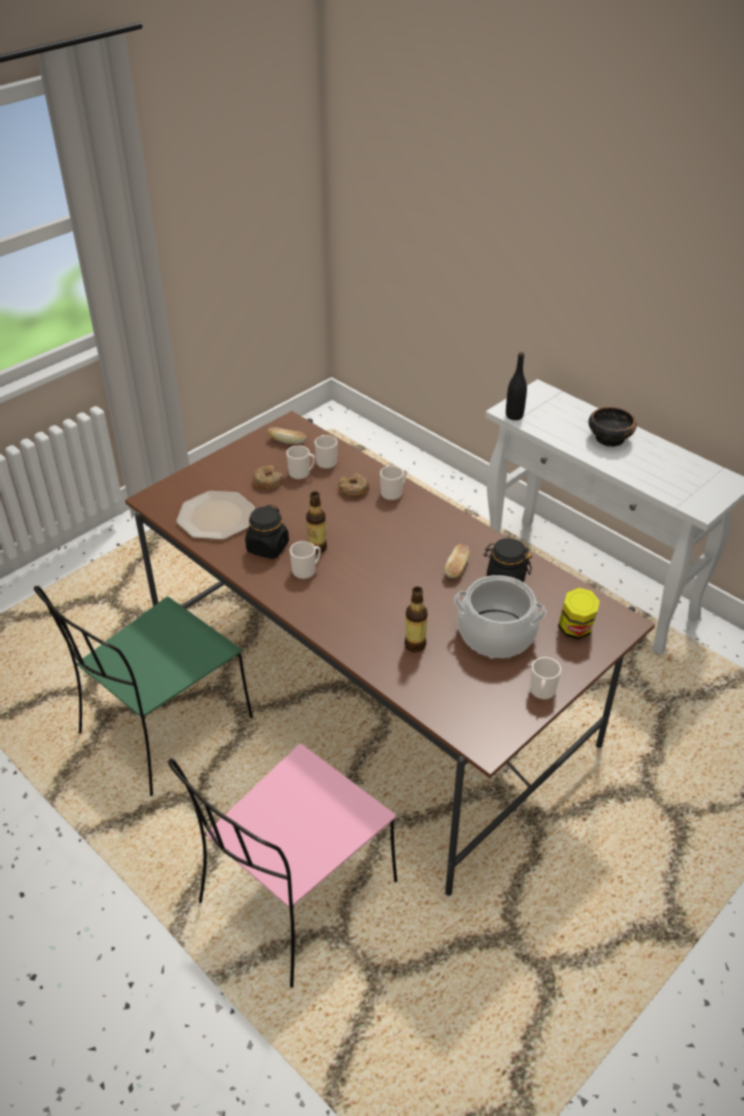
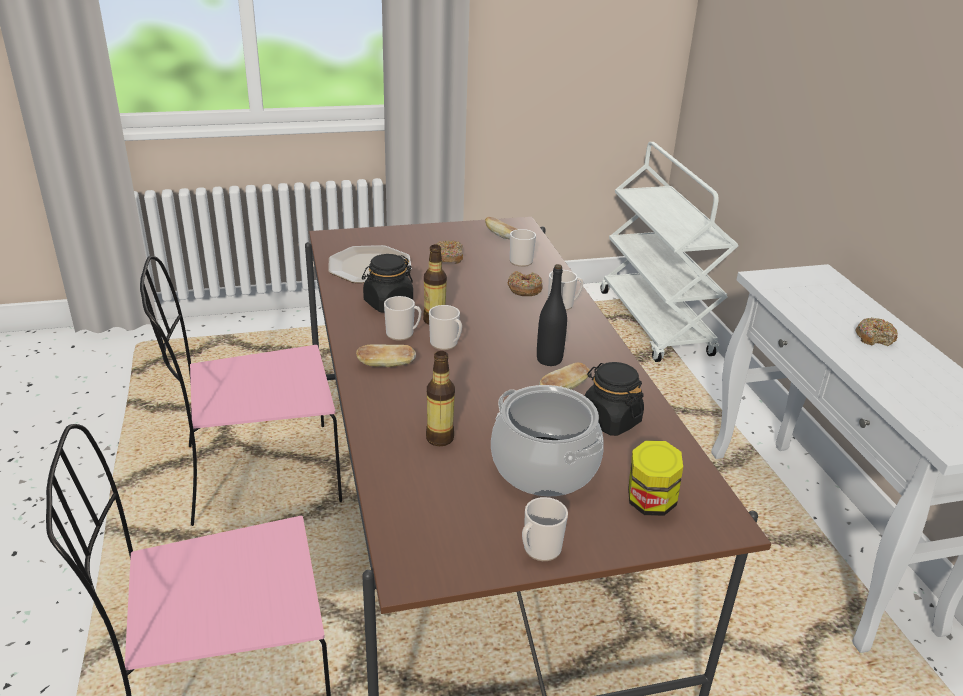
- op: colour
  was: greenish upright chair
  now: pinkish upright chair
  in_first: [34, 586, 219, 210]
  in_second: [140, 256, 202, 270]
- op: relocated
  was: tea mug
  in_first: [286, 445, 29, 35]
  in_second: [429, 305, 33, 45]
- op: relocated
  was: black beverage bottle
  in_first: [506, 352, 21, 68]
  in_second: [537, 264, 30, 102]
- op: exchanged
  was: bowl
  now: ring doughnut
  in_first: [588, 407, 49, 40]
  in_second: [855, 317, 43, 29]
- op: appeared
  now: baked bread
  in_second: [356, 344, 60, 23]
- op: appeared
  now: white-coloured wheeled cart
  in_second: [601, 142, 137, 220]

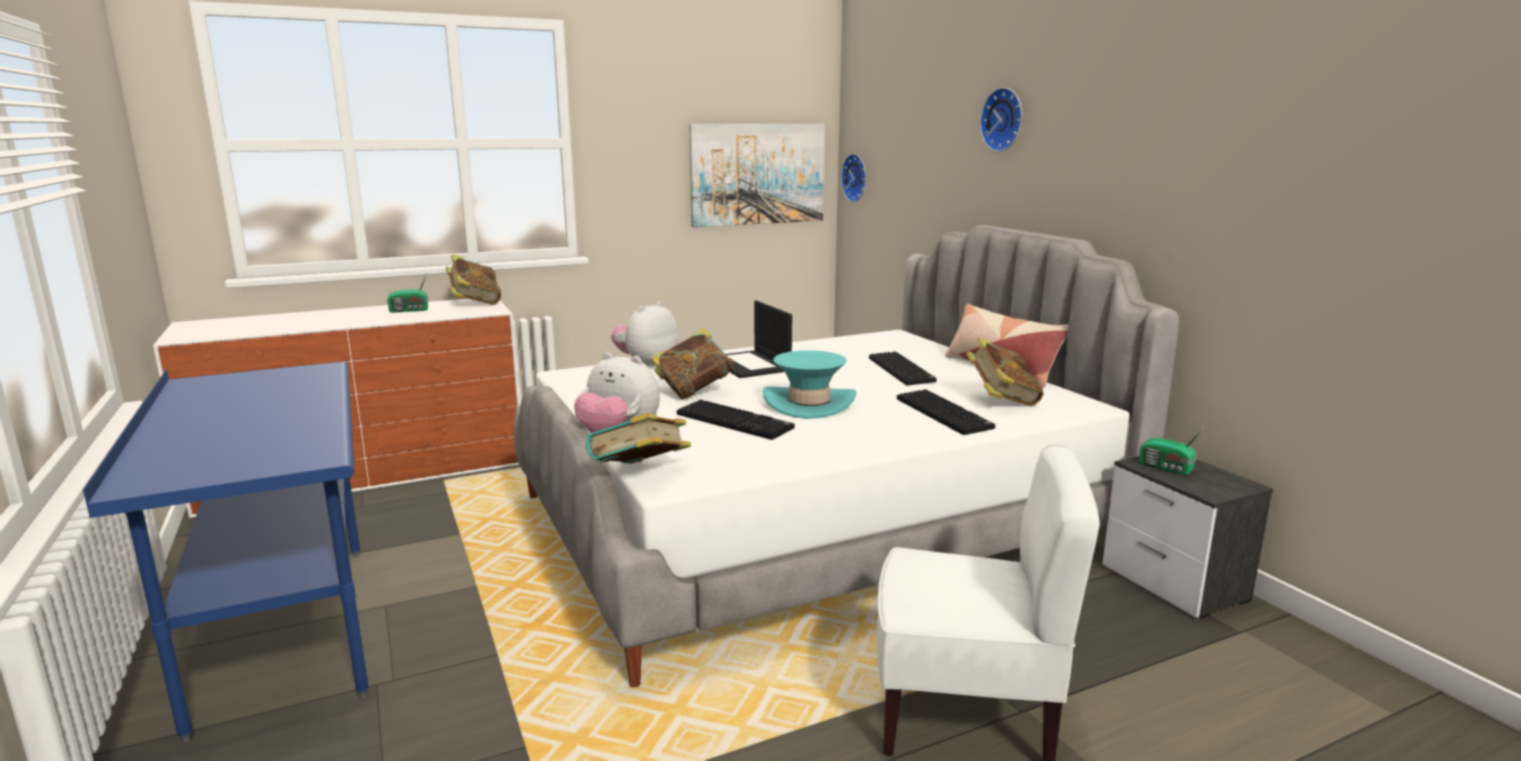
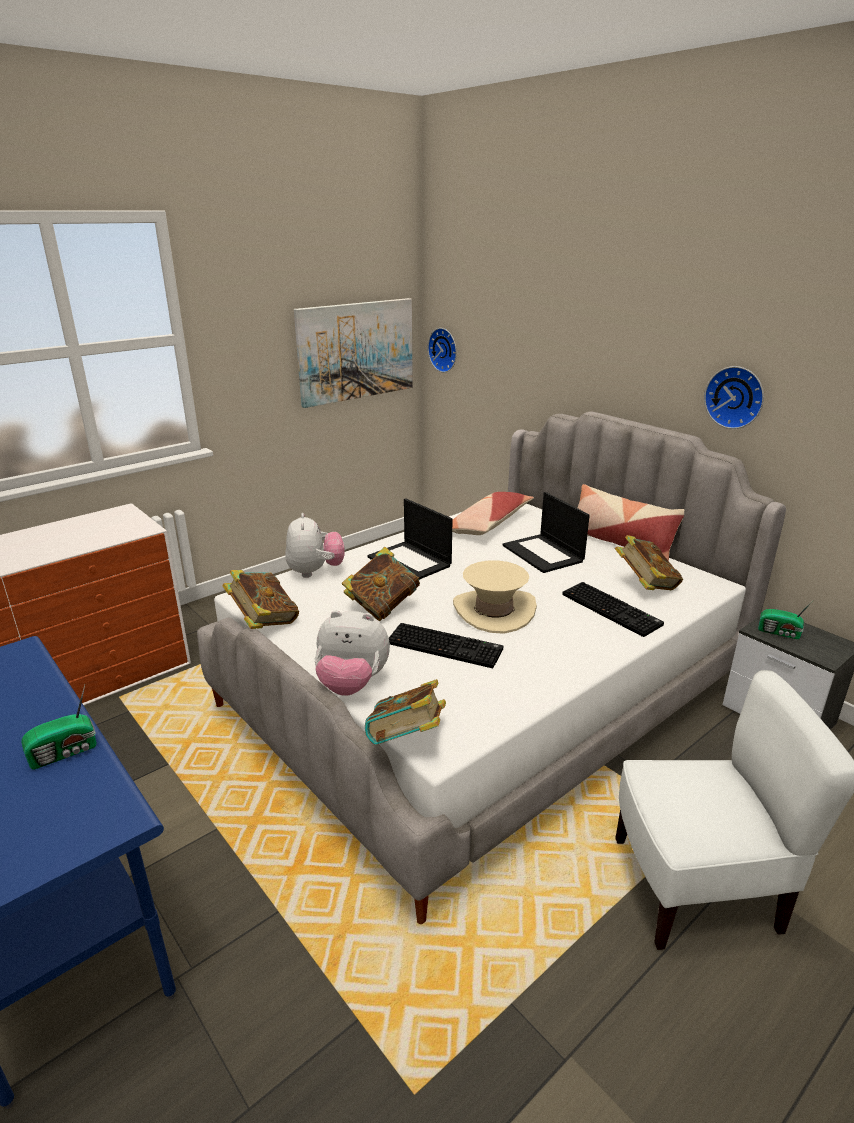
- op: relocated
  was: radio set
  in_first: [387, 274, 41, 39]
  in_second: [21, 685, 76, 85]
- op: relocated
  was: book
  in_first: [446, 254, 55, 51]
  in_second: [222, 570, 77, 59]
- op: spun
  was: plush toy
  in_first: [611, 301, 67, 67]
  in_second: [285, 513, 59, 65]
  clockwise: 150
- op: colour
  was: blue-green hat
  now: beige-coloured hat
  in_first: [763, 350, 93, 69]
  in_second: [453, 560, 84, 74]
- op: exchanged
  was: PC keyboard
  now: notebook computer
  in_first: [869, 351, 68, 34]
  in_second: [503, 492, 87, 81]
- op: relocated
  was: wall clock
  in_first: [980, 87, 42, 65]
  in_second: [704, 366, 60, 63]
- op: appeared
  now: throw pillow
  in_second: [452, 492, 82, 43]

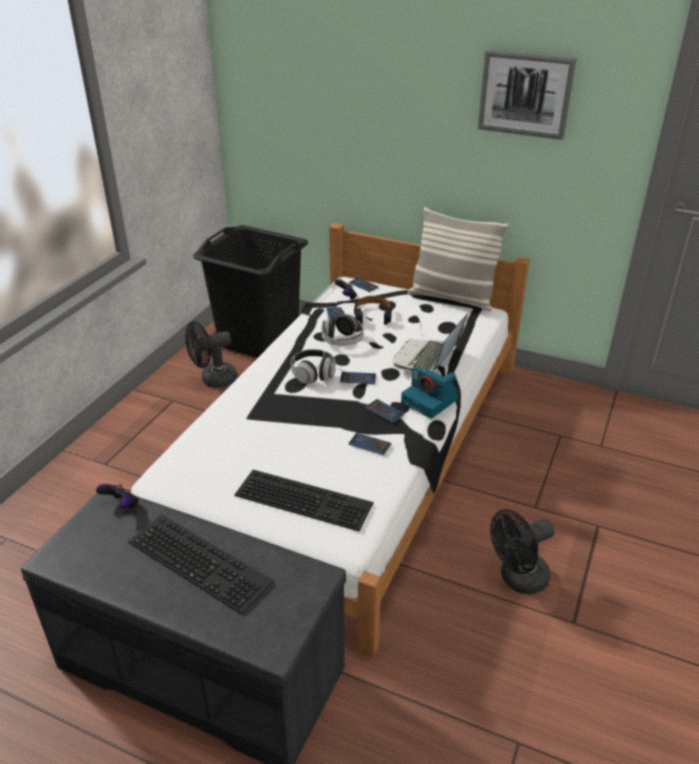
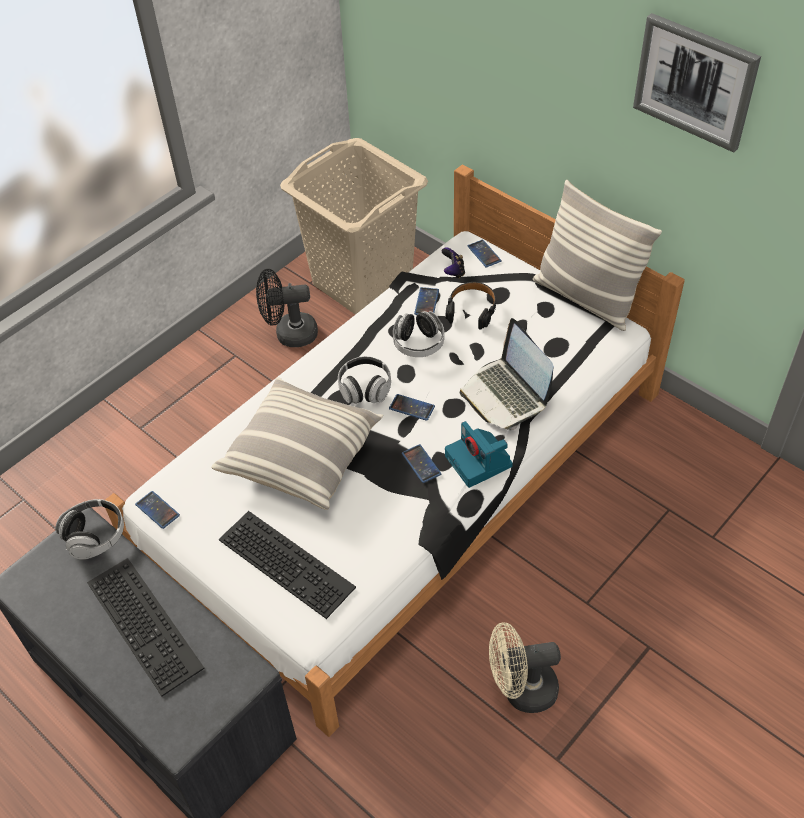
- op: exchanged
  was: gamepad
  now: pair of headphones
  in_first: [96, 484, 43, 25]
  in_second: [56, 499, 68, 61]
- op: colour
  was: black washing basket
  now: beige-coloured washing basket
  in_first: [193, 225, 115, 133]
  in_second: [280, 138, 148, 177]
- op: relocated
  was: telephone
  in_first: [348, 433, 43, 22]
  in_second: [135, 491, 45, 38]
- op: spun
  was: notebook computer
  in_first: [393, 311, 76, 61]
  in_second: [459, 318, 94, 112]
  clockwise: -75
- op: colour
  was: black cooling fan
  now: beige-coloured cooling fan
  in_first: [490, 509, 65, 85]
  in_second: [489, 623, 72, 90]
- op: appeared
  now: throw pillow
  in_second: [211, 377, 172, 133]

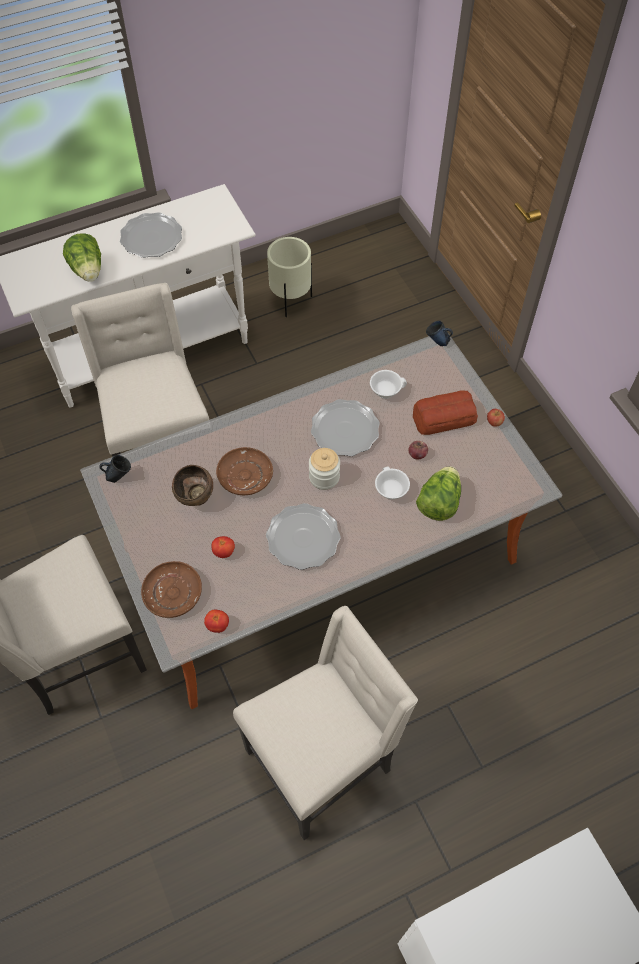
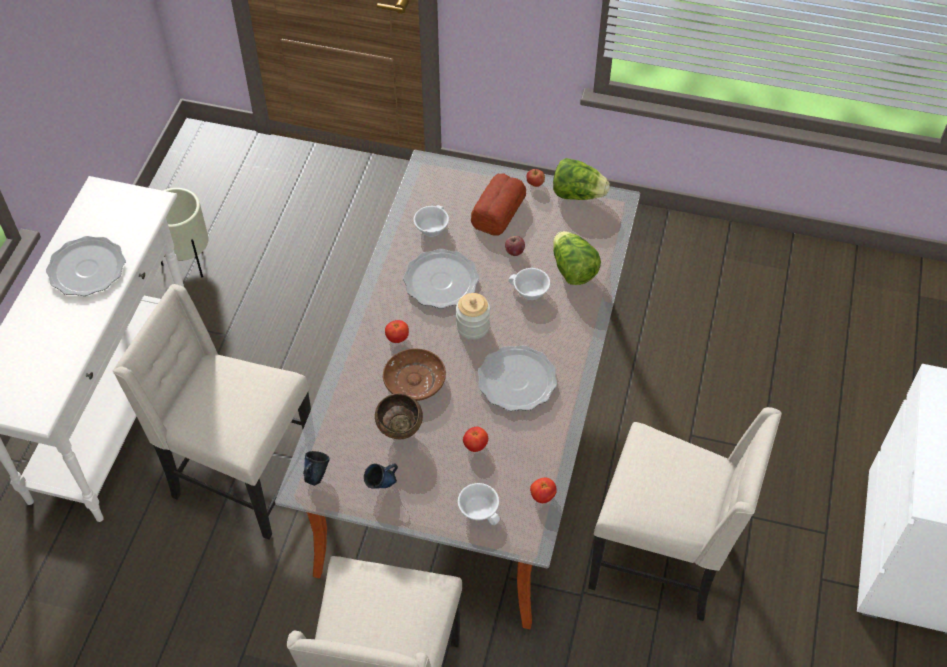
- op: relocated
  was: lettuce
  in_first: [63, 233, 38, 49]
  in_second: [553, 158, 57, 42]
- op: exchanged
  was: brown-coloured flat dish
  now: white-coloured small cup
  in_first: [141, 561, 61, 57]
  in_second: [458, 483, 42, 42]
- op: spun
  was: beige-coloured upright chair
  in_first: [233, 606, 185, 234]
  in_second: [588, 407, 194, 214]
  clockwise: 105
- op: relocated
  was: bluish tea mug
  in_first: [426, 321, 27, 25]
  in_second: [364, 464, 34, 25]
- op: appeared
  now: tomato
  in_second: [385, 320, 24, 23]

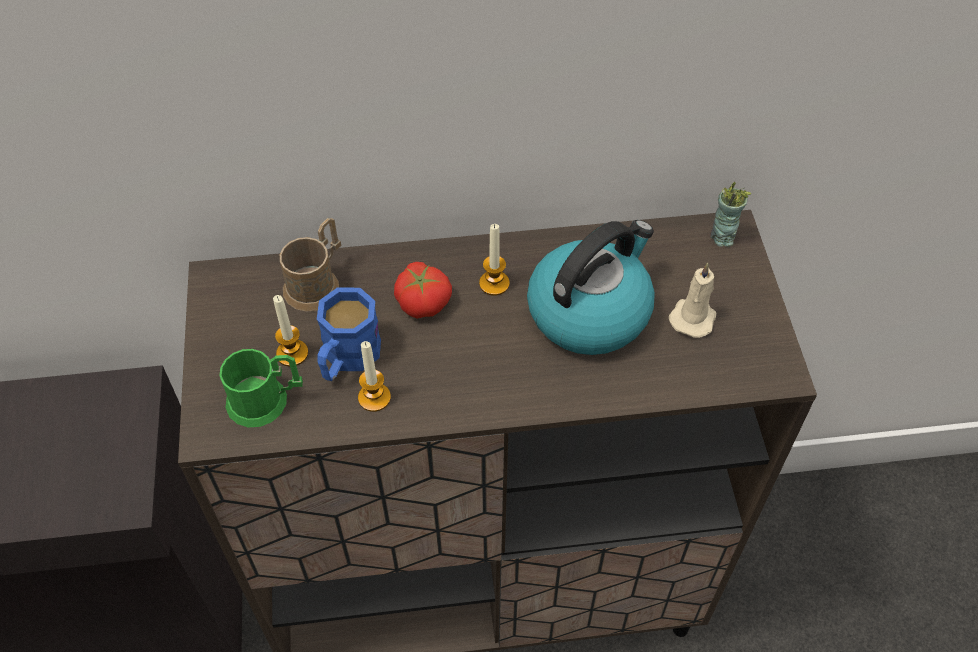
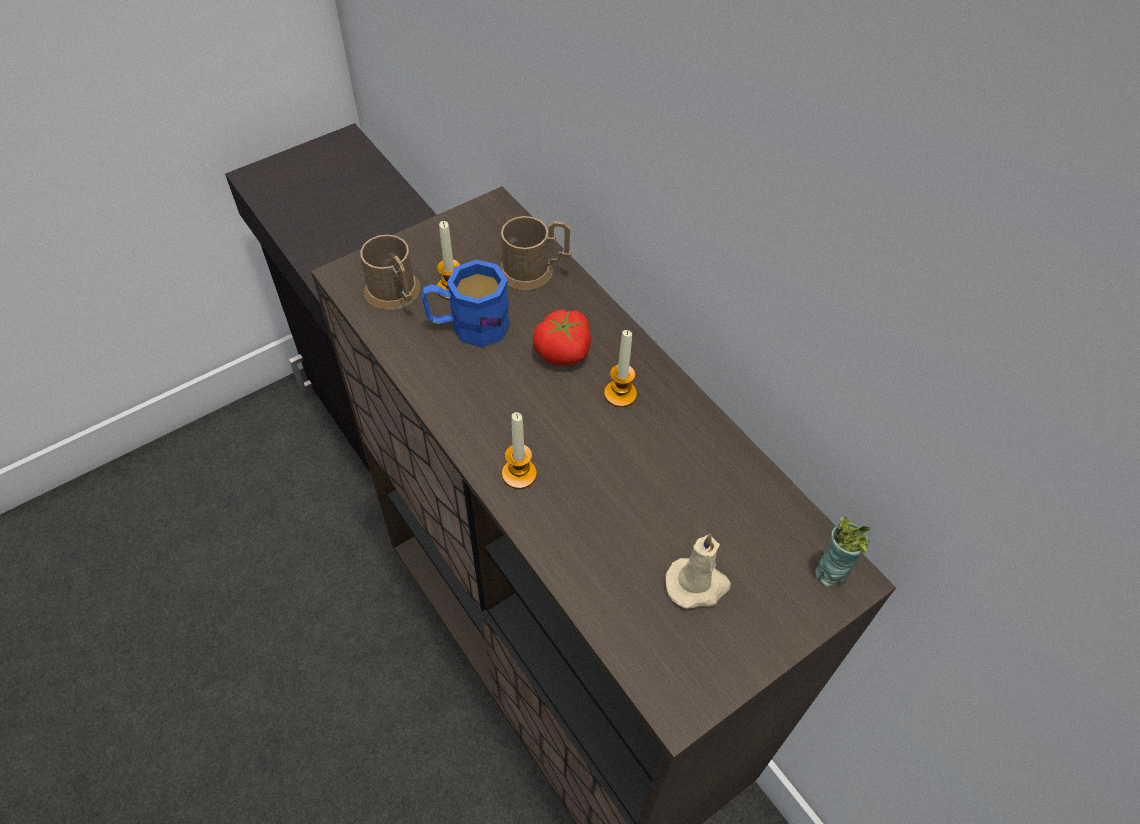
- op: colour
  was: greenish tea mug
  now: brown-coloured tea mug
  in_first: [220, 349, 83, 78]
  in_second: [360, 234, 60, 76]
- op: relocated
  was: candle
  in_first: [358, 341, 33, 71]
  in_second: [502, 412, 35, 77]
- op: missing
  was: tea kettle
  in_first: [527, 220, 128, 135]

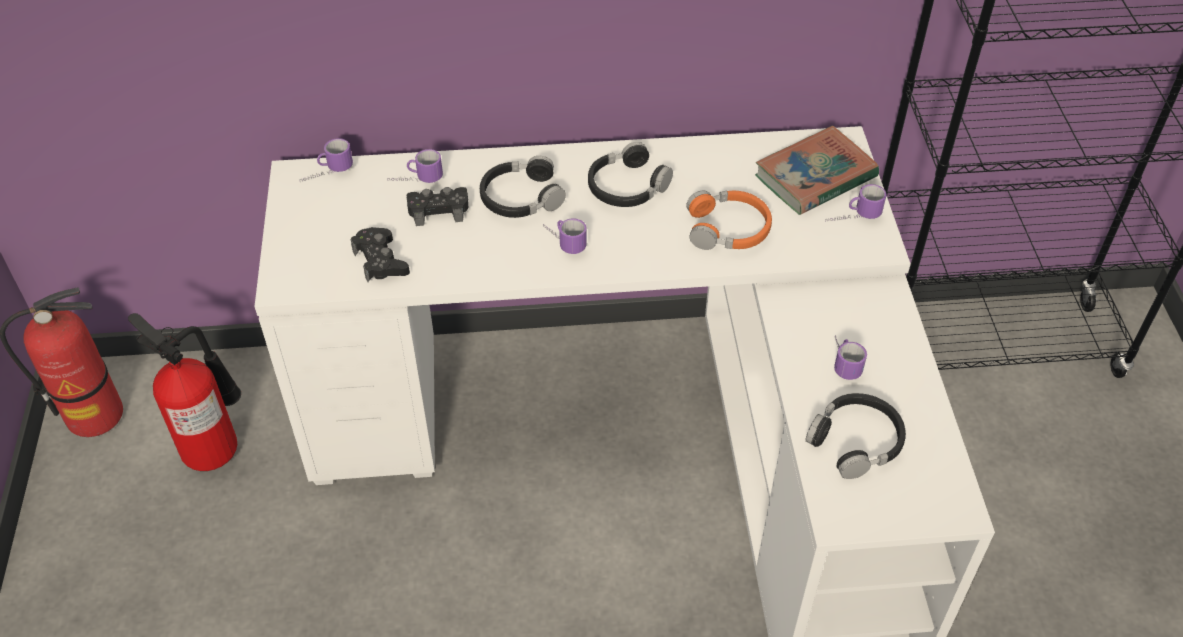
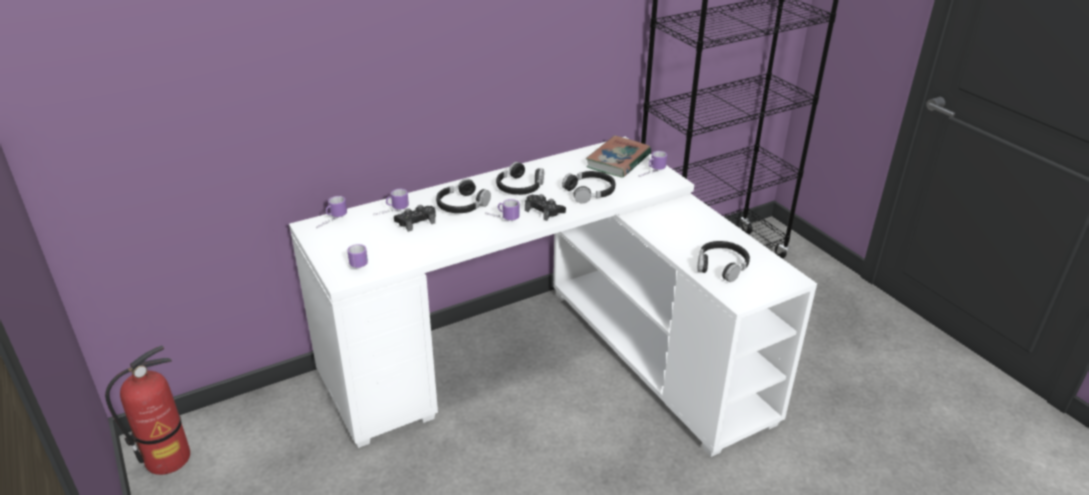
- op: missing
  was: fire extinguisher
  in_first: [128, 313, 113, 158]
- op: relocated
  was: black gamepad
  in_first: [351, 227, 59, 55]
  in_second: [525, 194, 41, 27]
- op: colour
  was: orange-coloured pair of headphones
  now: black pair of headphones
  in_first: [686, 191, 86, 59]
  in_second: [562, 171, 53, 33]
- op: relocated
  was: tea mug
  in_first: [834, 335, 33, 45]
  in_second: [347, 244, 21, 24]

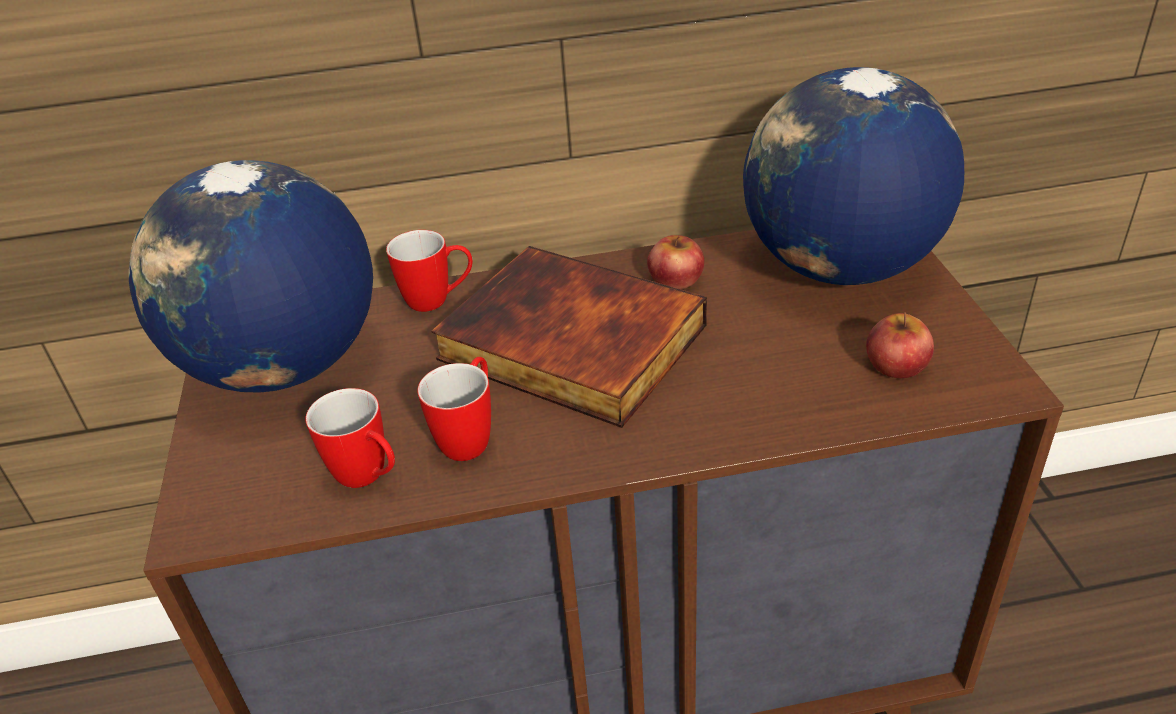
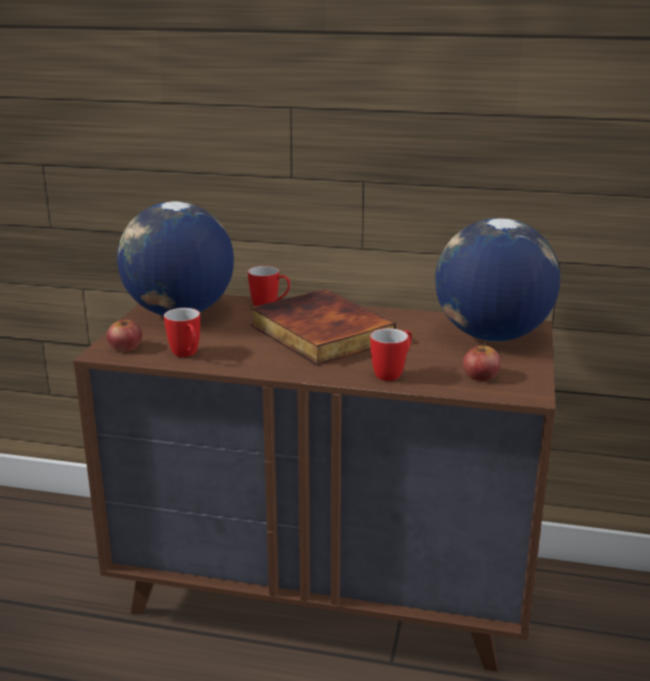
- op: relocated
  was: tea mug
  in_first: [417, 357, 74, 104]
  in_second: [370, 328, 42, 53]
- op: relocated
  was: apple
  in_first: [647, 235, 57, 54]
  in_second: [107, 318, 35, 34]

